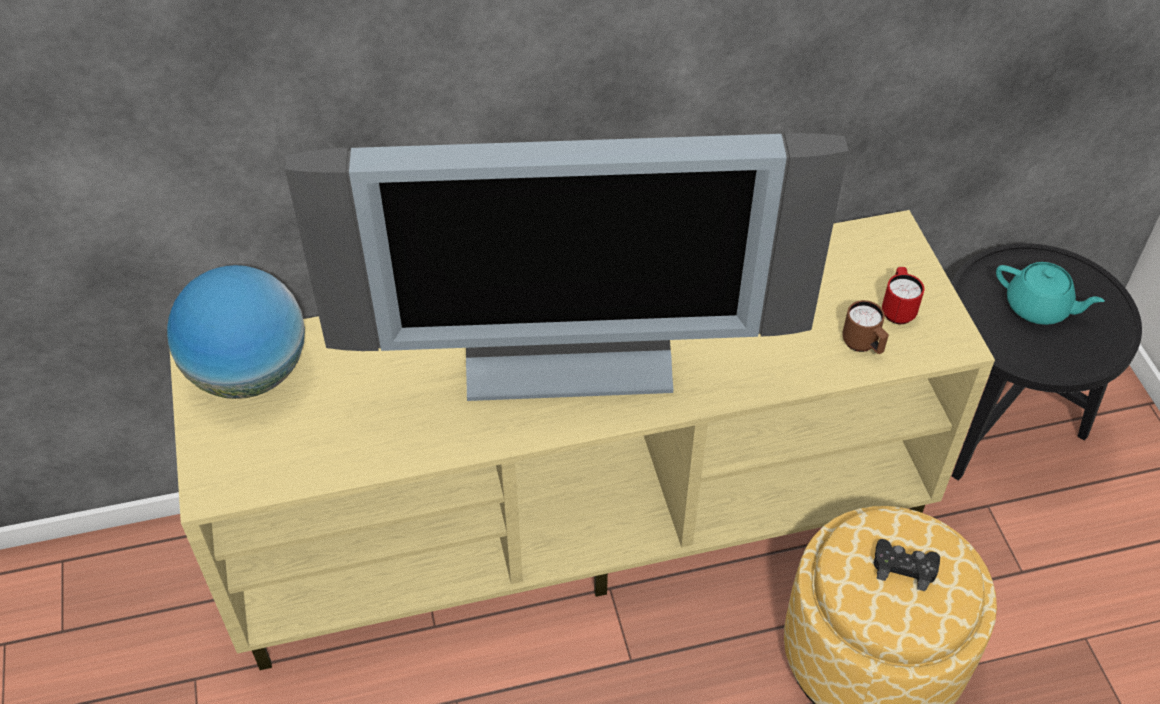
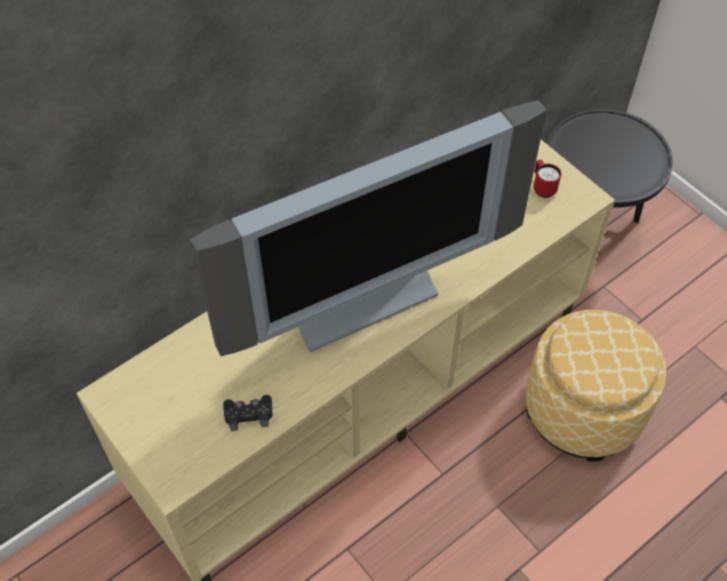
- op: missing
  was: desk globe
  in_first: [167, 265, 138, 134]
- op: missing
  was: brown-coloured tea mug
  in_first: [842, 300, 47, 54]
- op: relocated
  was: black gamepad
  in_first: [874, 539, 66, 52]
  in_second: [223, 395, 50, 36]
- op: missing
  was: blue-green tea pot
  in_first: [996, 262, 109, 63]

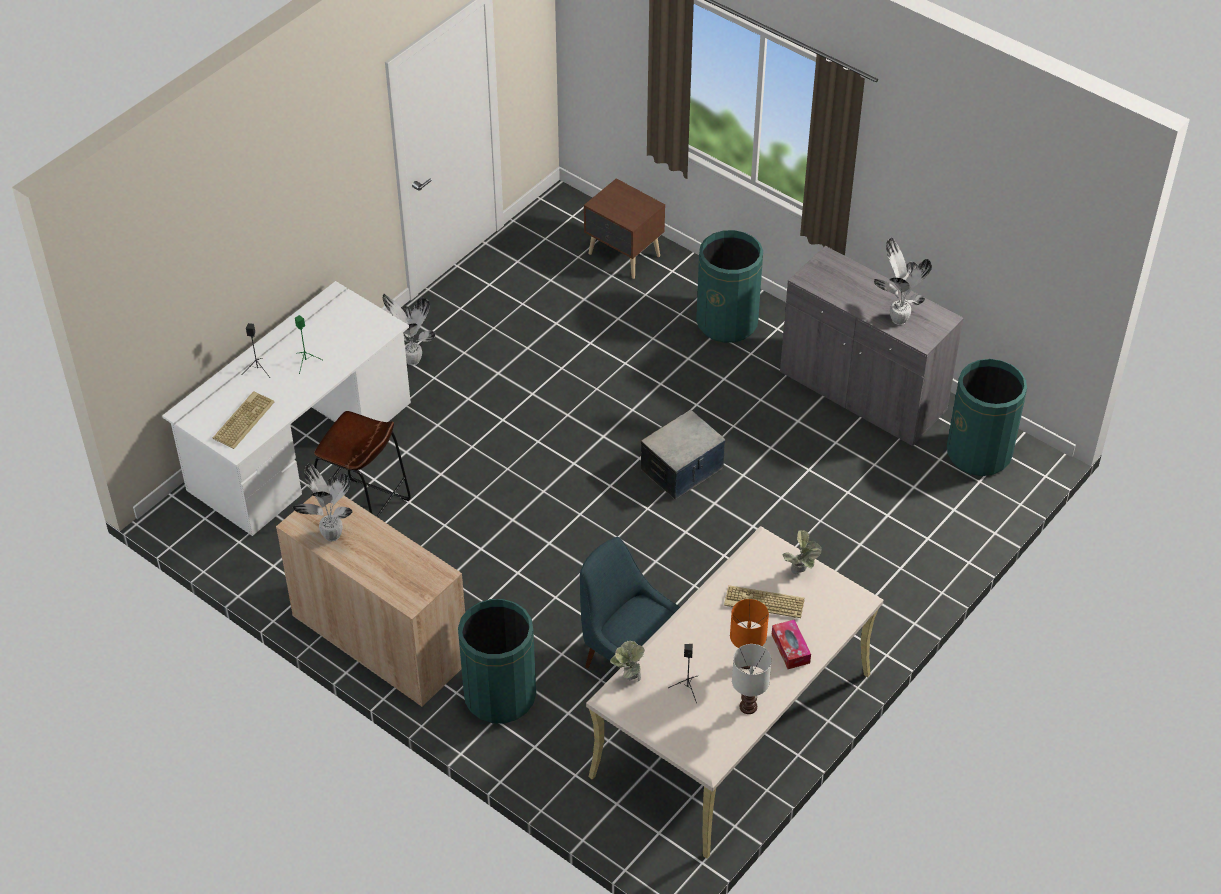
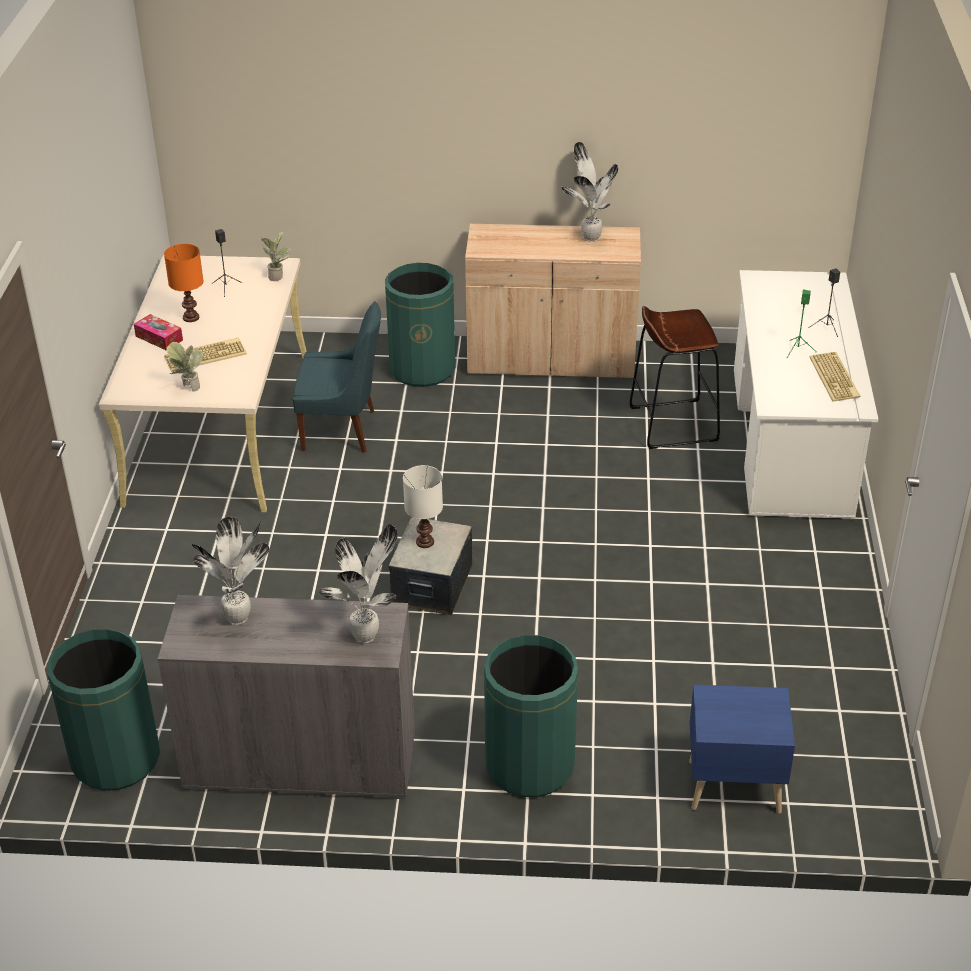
- op: relocated
  was: PC keyboard
  in_first: [213, 391, 61, 58]
  in_second: [809, 352, 51, 50]
- op: relocated
  was: plant in a pot
  in_first: [383, 294, 53, 71]
  in_second: [319, 524, 78, 119]
- op: colour
  was: brown-coloured bedside table
  now: bluish bedside table
  in_first: [584, 178, 81, 101]
  in_second: [689, 685, 106, 129]
- op: relocated
  was: white-coloured lamp for a table
  in_first: [732, 644, 40, 70]
  in_second: [403, 465, 40, 83]

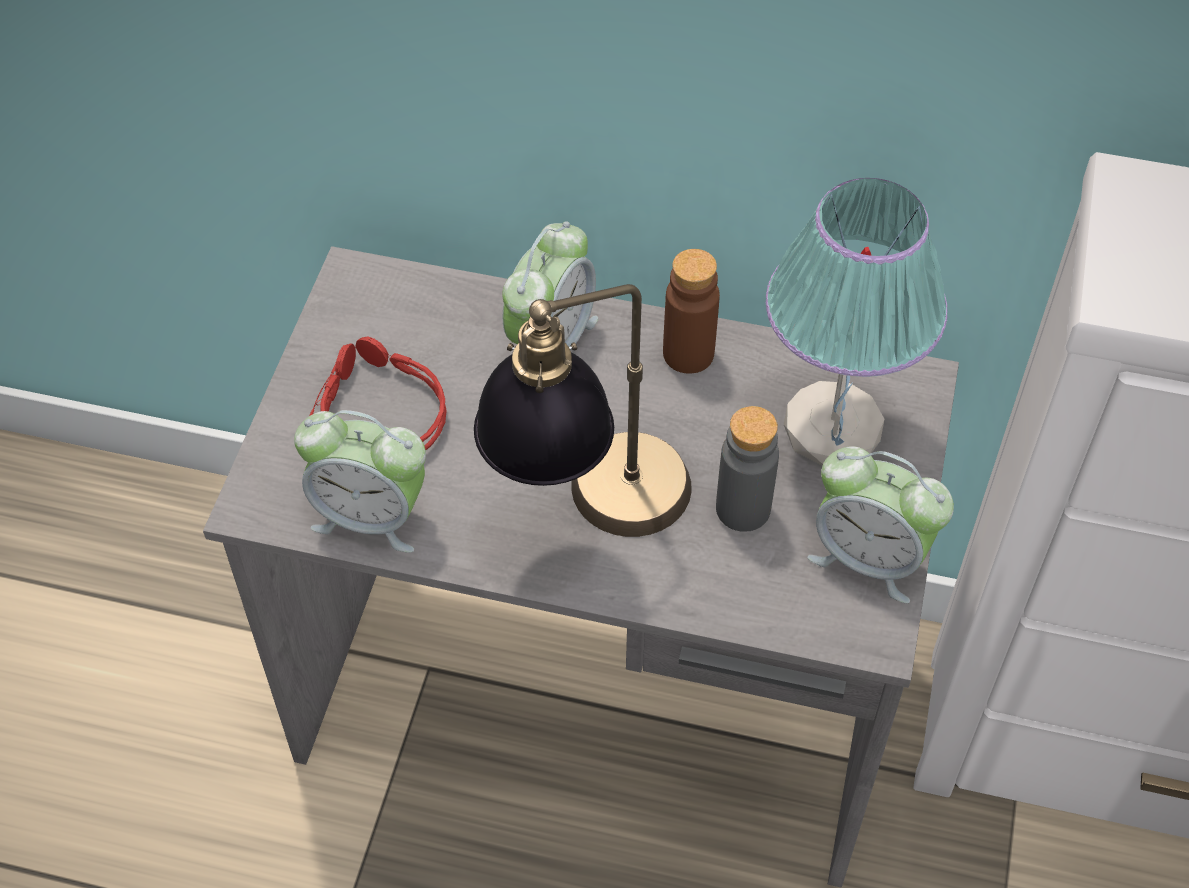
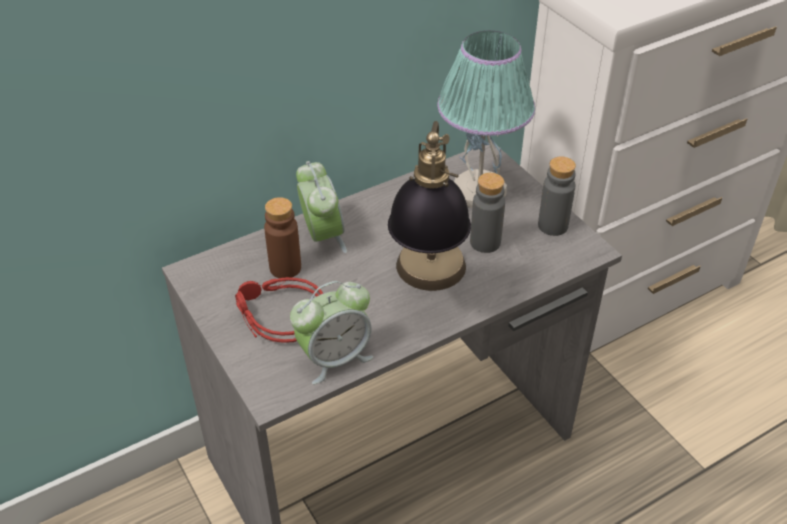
- op: relocated
  was: brown-coloured beverage bottle
  in_first: [663, 249, 57, 125]
  in_second: [264, 197, 37, 81]
- op: exchanged
  was: alarm clock
  now: greyish beverage bottle
  in_first: [807, 446, 147, 157]
  in_second: [538, 157, 38, 79]

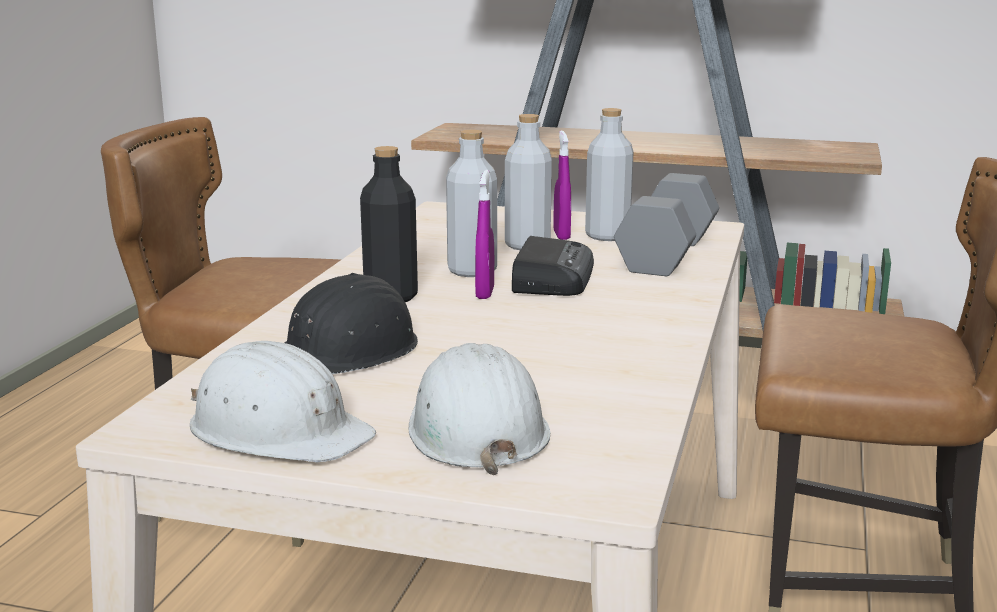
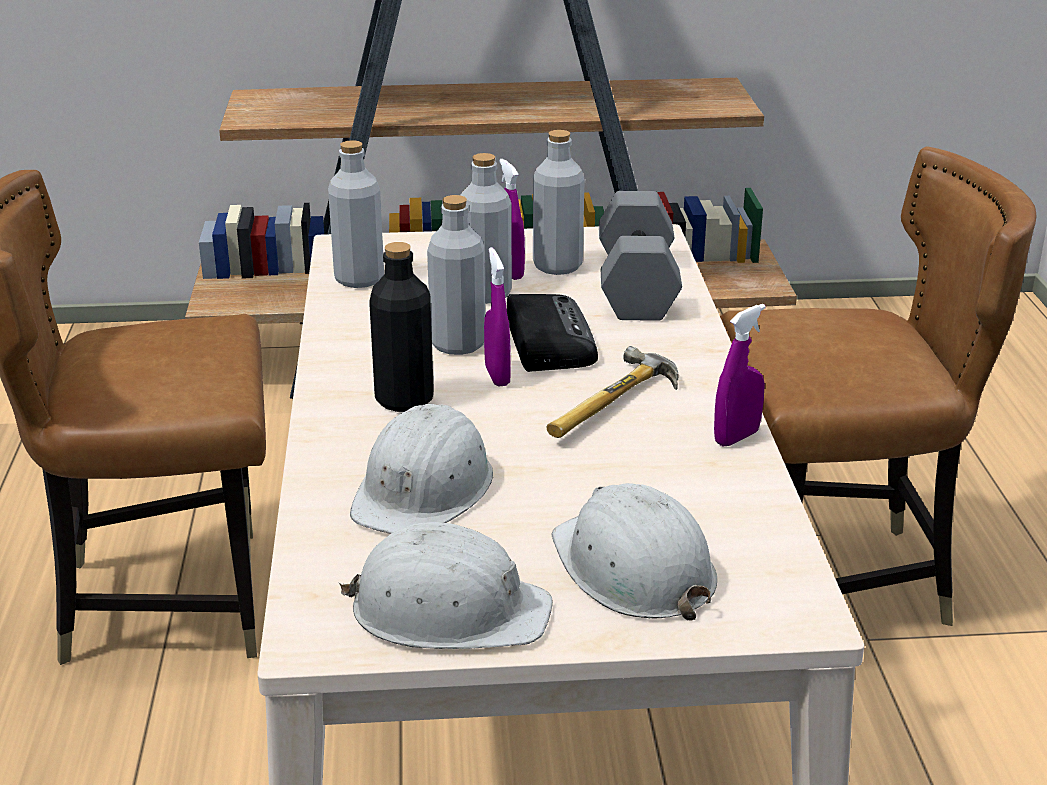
- op: colour
  was: black work helmet
  now: white-coloured work helmet
  in_first: [284, 273, 134, 101]
  in_second: [350, 404, 143, 130]
- op: appeared
  now: greyish beverage bottle
  in_second: [328, 140, 56, 148]
- op: appeared
  now: hammer
  in_second: [547, 346, 131, 92]
- op: appeared
  now: purplish spray bottle
  in_second: [714, 304, 52, 142]

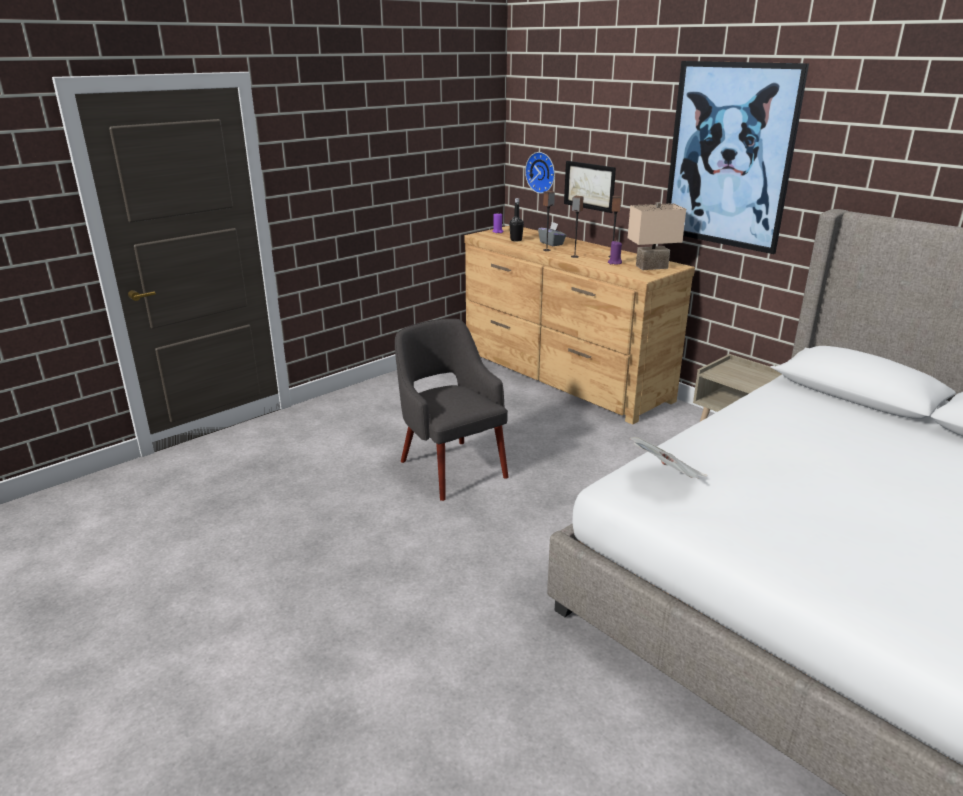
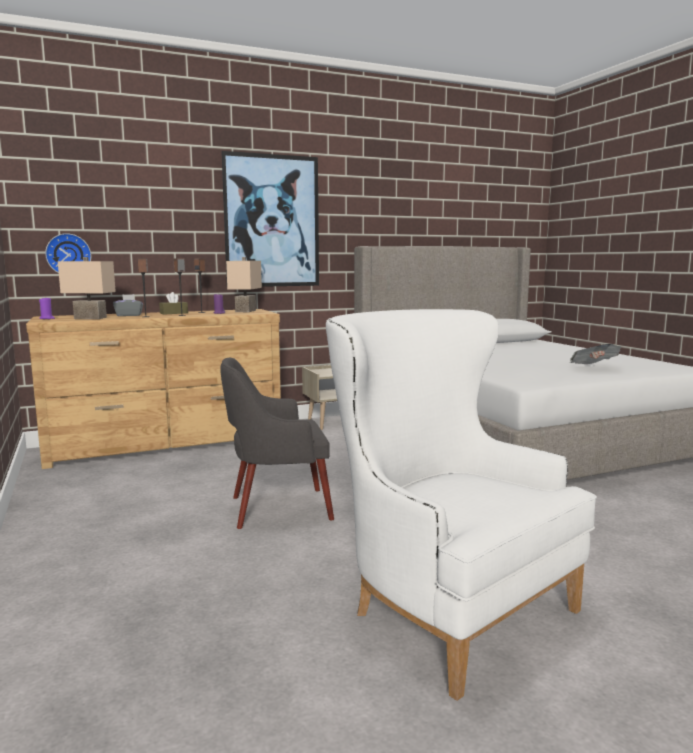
- op: exchanged
  was: black beverage bottle
  now: beige-coloured lamp for a table
  in_first: [509, 198, 15, 43]
  in_second: [58, 257, 58, 62]
- op: missing
  was: picture
  in_first: [564, 161, 52, 52]
- op: relocated
  was: daily paper
  in_first: [630, 437, 77, 42]
  in_second: [570, 344, 51, 20]
- op: appeared
  now: brown-coloured tissue box
  in_second: [159, 292, 29, 23]
- op: appeared
  now: white-coloured easy chair
  in_second: [326, 309, 271, 392]

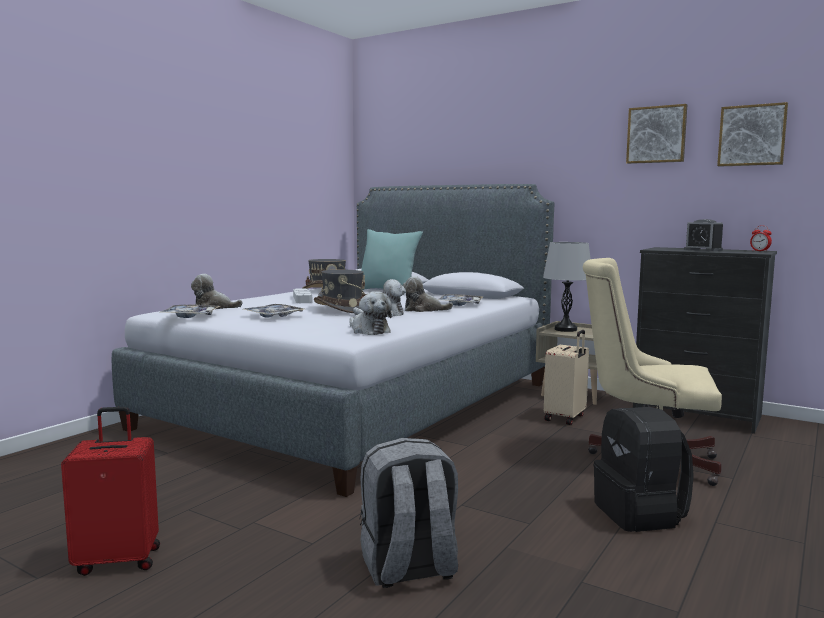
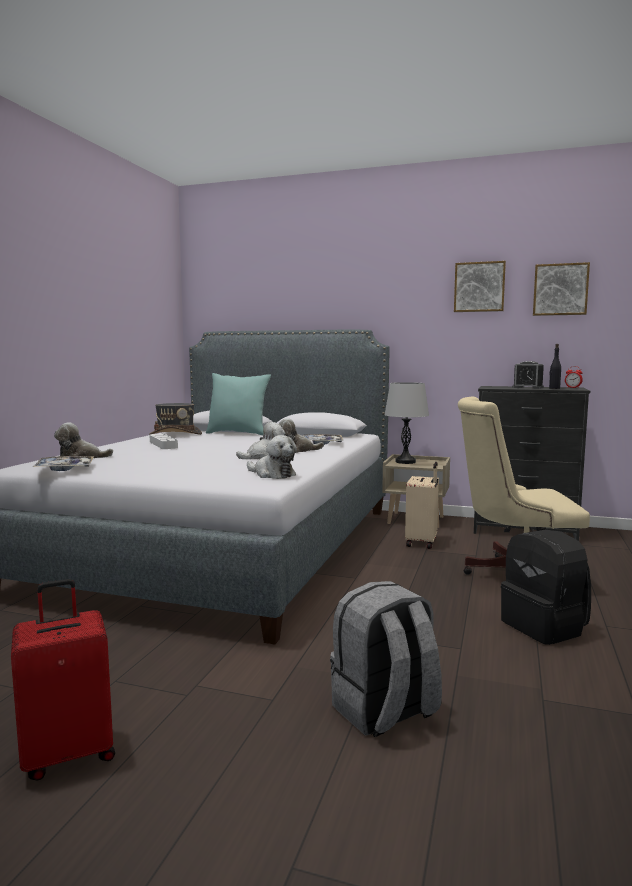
- op: missing
  was: tray
  in_first: [243, 304, 61, 14]
- op: missing
  was: greyish hat
  in_first: [314, 270, 53, 43]
- op: appeared
  now: black beverage bottle
  in_second: [549, 344, 12, 45]

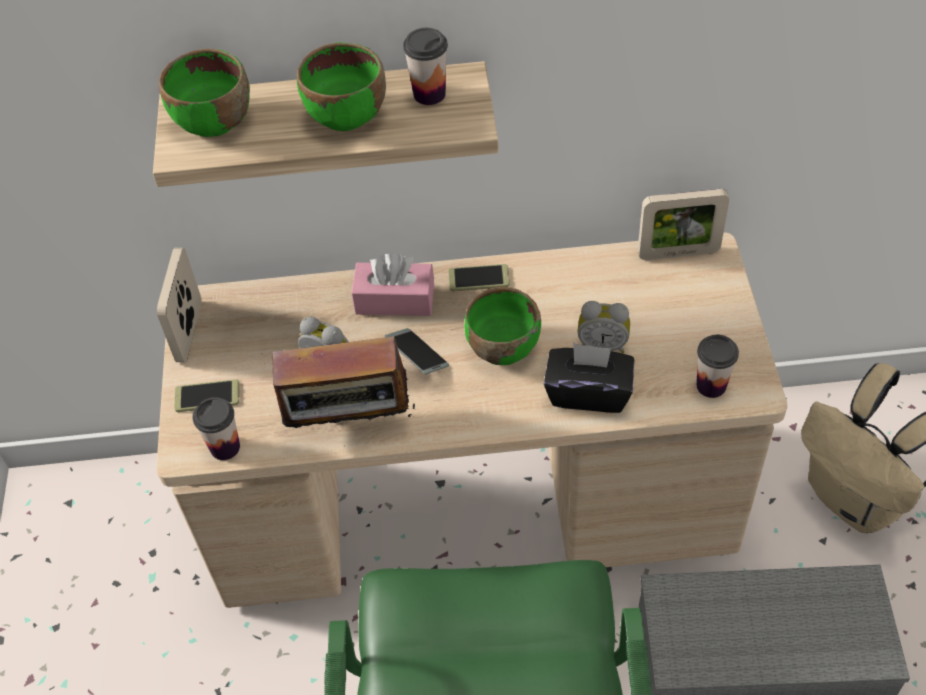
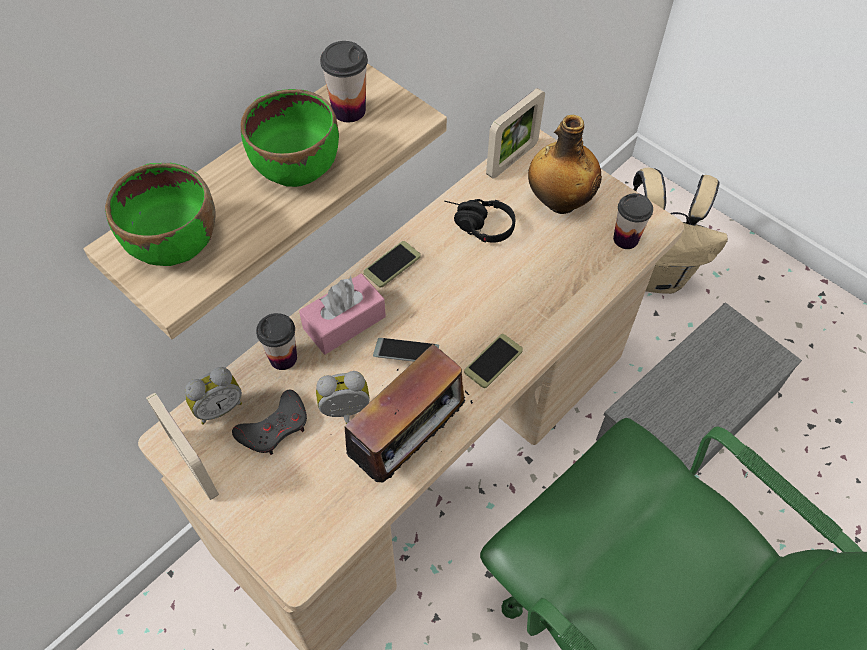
- op: relocated
  was: telephone
  in_first: [174, 379, 65, 33]
  in_second: [464, 334, 59, 54]
- op: relocated
  was: small cup
  in_first: [193, 397, 47, 63]
  in_second: [256, 313, 41, 57]
- op: missing
  was: greenish bowl
  in_first: [465, 287, 76, 78]
- op: missing
  was: black tissue box
  in_first: [544, 343, 90, 70]
- op: relocated
  was: alarm clock
  in_first: [578, 301, 52, 52]
  in_second: [185, 367, 57, 58]
- op: appeared
  now: greyish gamepad
  in_second: [232, 390, 75, 65]
- op: appeared
  now: black pair of headphones
  in_second: [444, 199, 71, 44]
- op: appeared
  now: beverage bottle
  in_second: [528, 115, 74, 99]

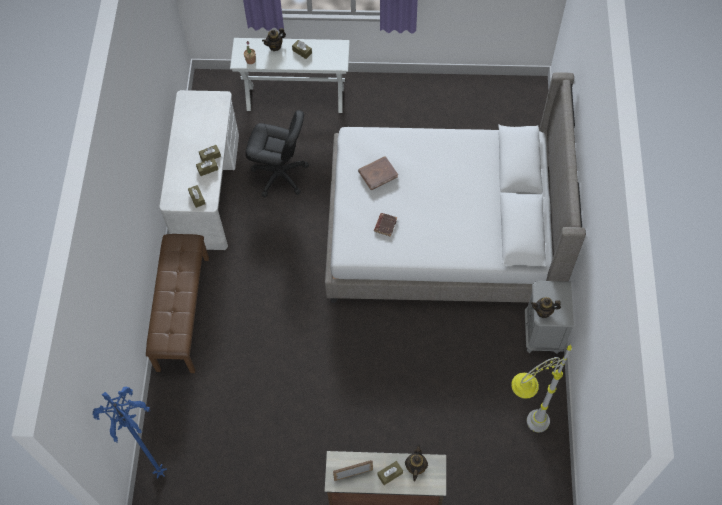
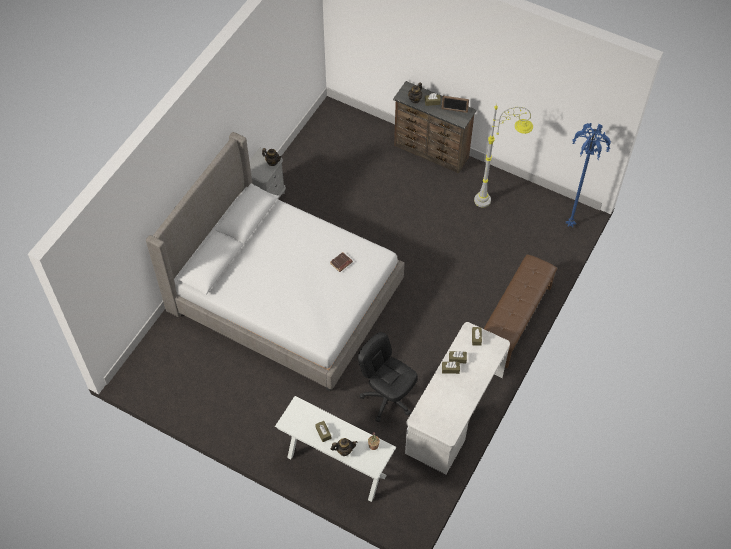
- op: missing
  was: brown-coloured book
  in_first: [358, 156, 40, 35]
- op: relocated
  was: greyish standing lamp
  in_first: [511, 345, 61, 87]
  in_second: [474, 104, 59, 104]

